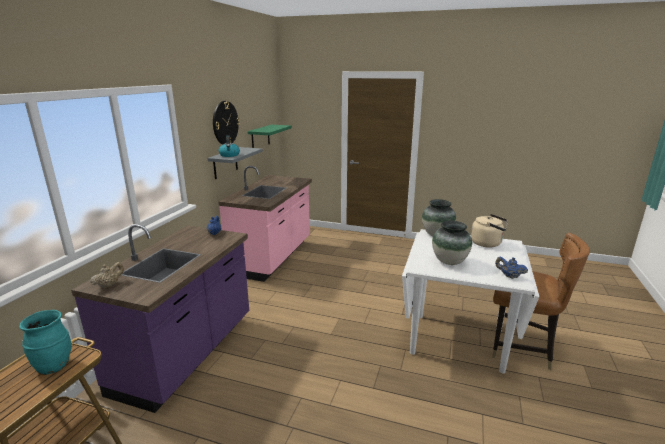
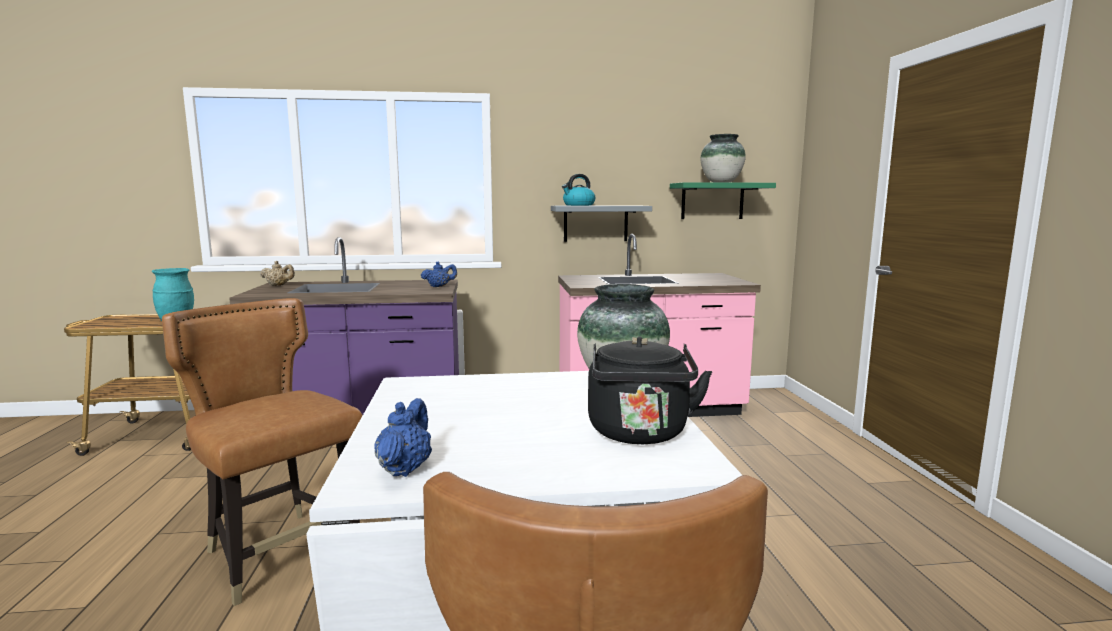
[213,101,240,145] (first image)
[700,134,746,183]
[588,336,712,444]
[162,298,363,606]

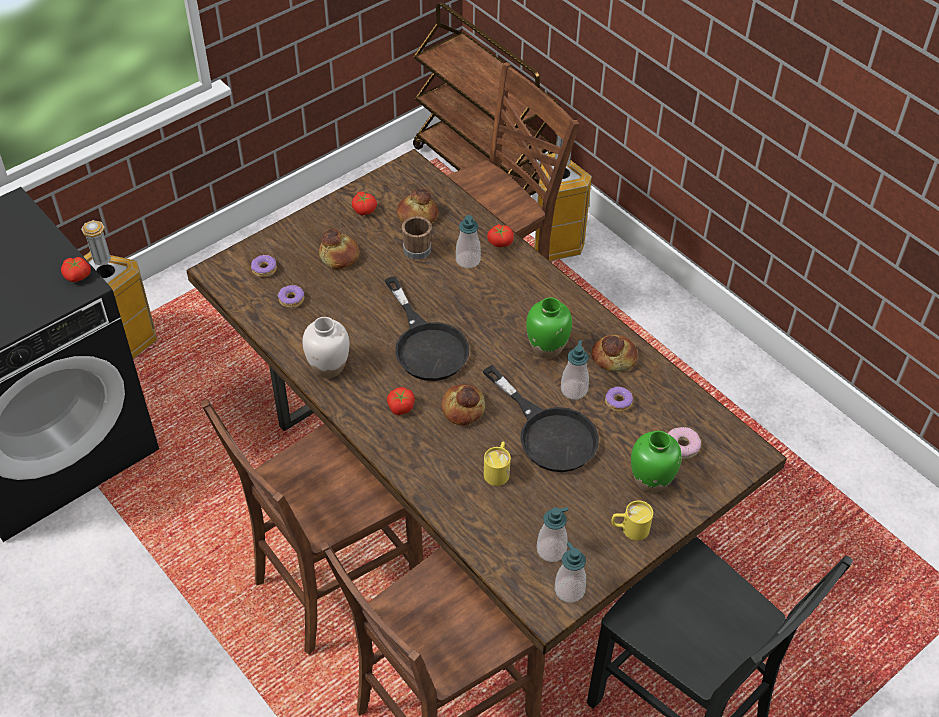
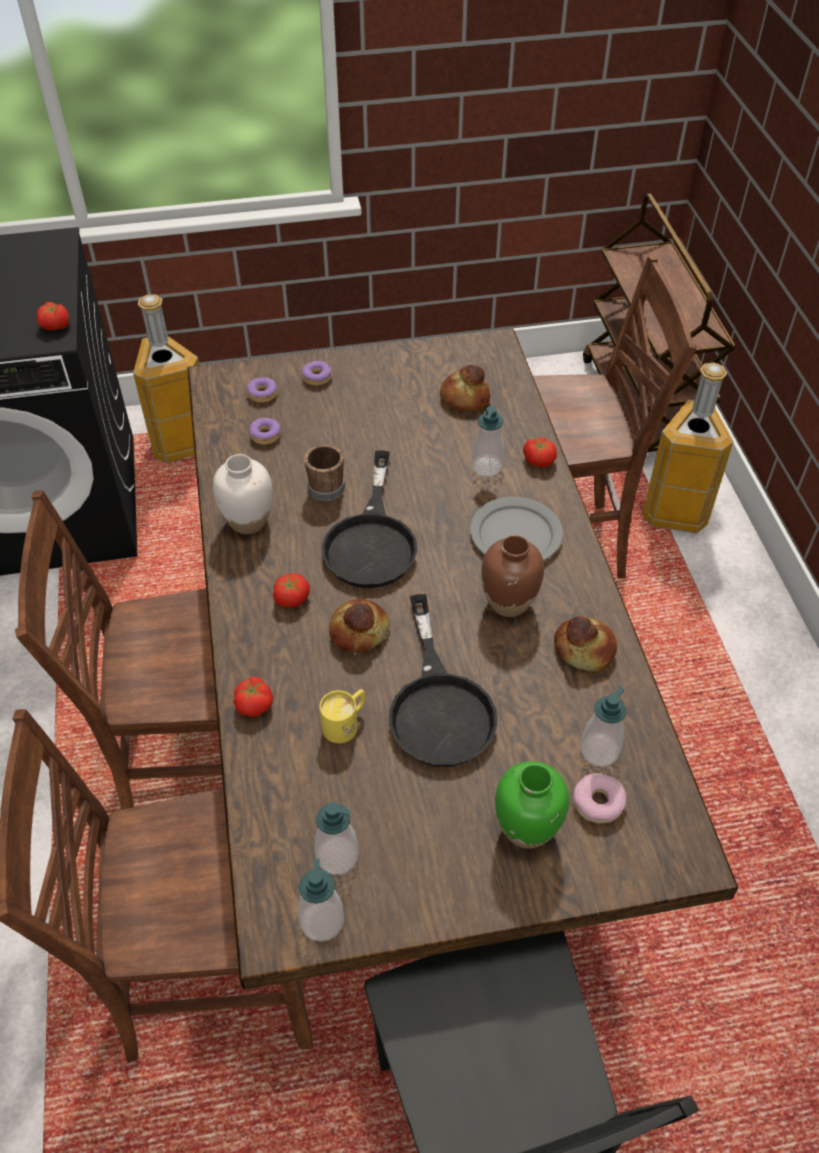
[319,229,359,269] (first image)
[233,677,273,717]
[304,444,345,501]
[481,535,544,617]
[580,687,626,766]
[302,361,332,386]
[611,501,653,540] (first image)
[470,497,563,560]

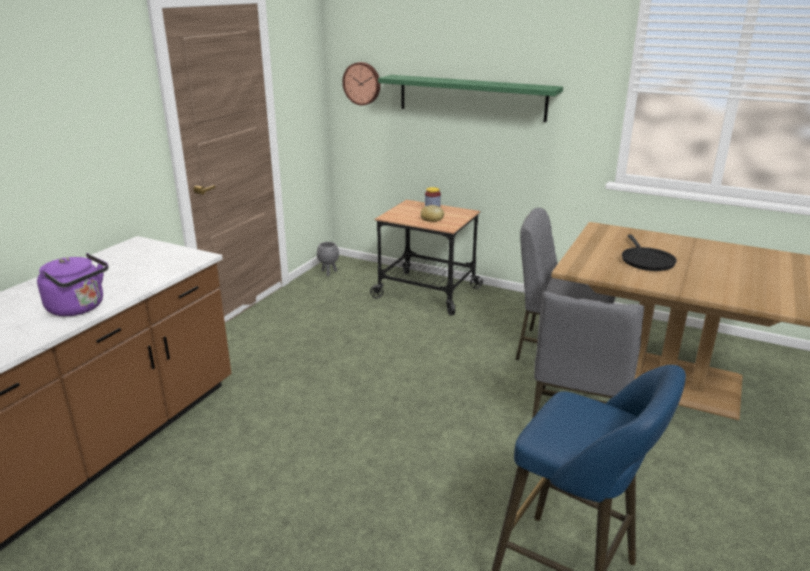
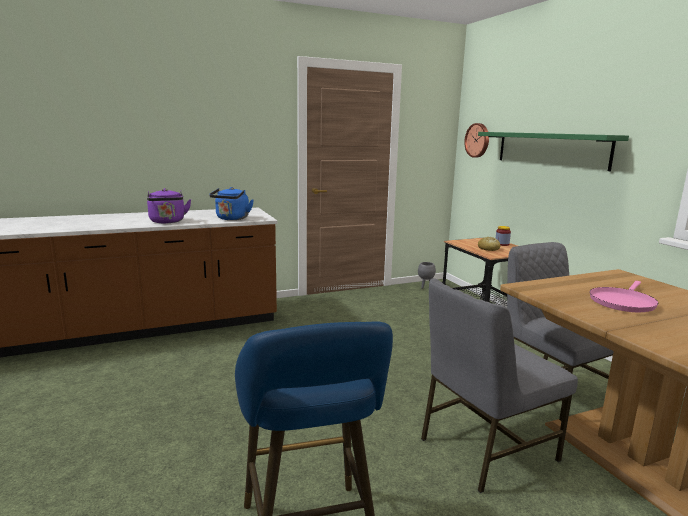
[590,281,659,312]
[209,187,254,220]

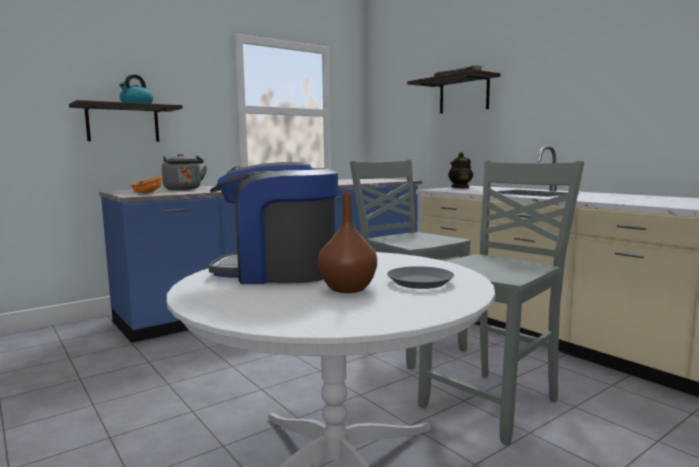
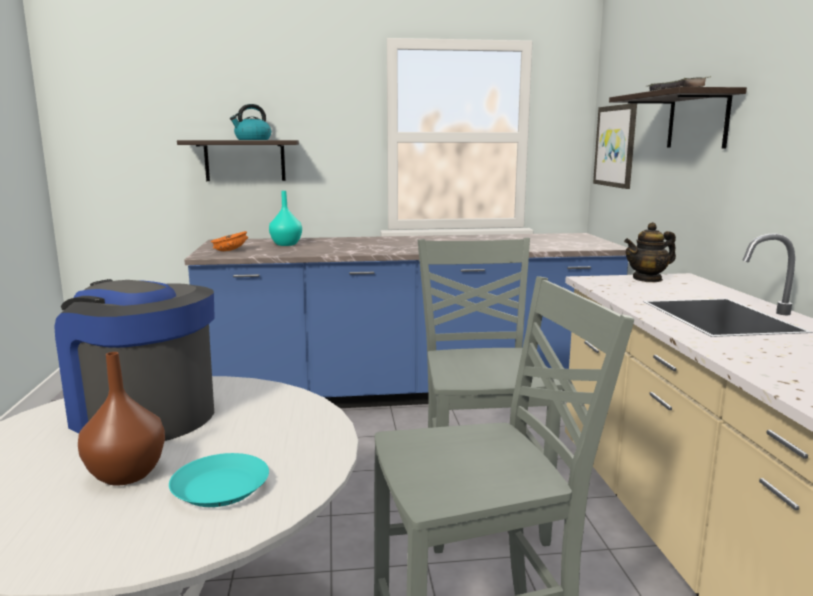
[269,191,302,246]
[169,453,269,507]
[593,103,637,189]

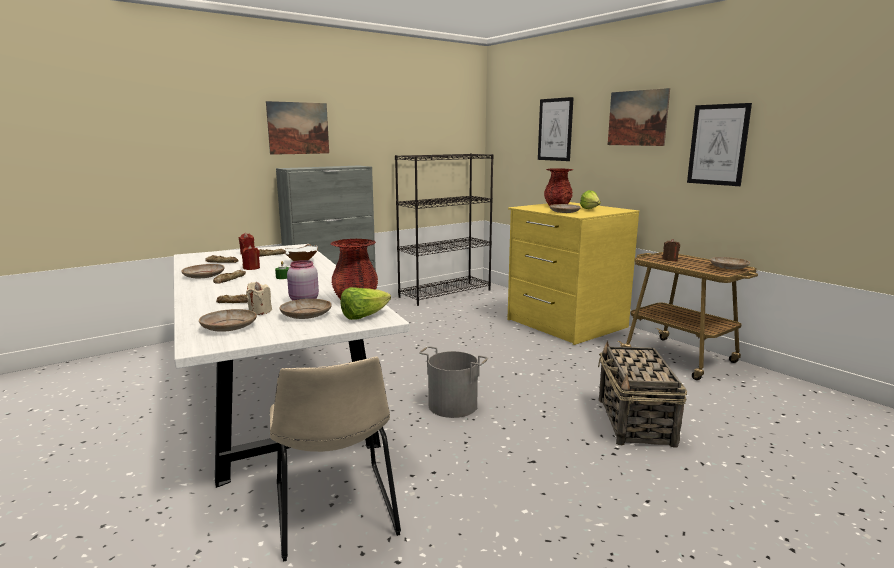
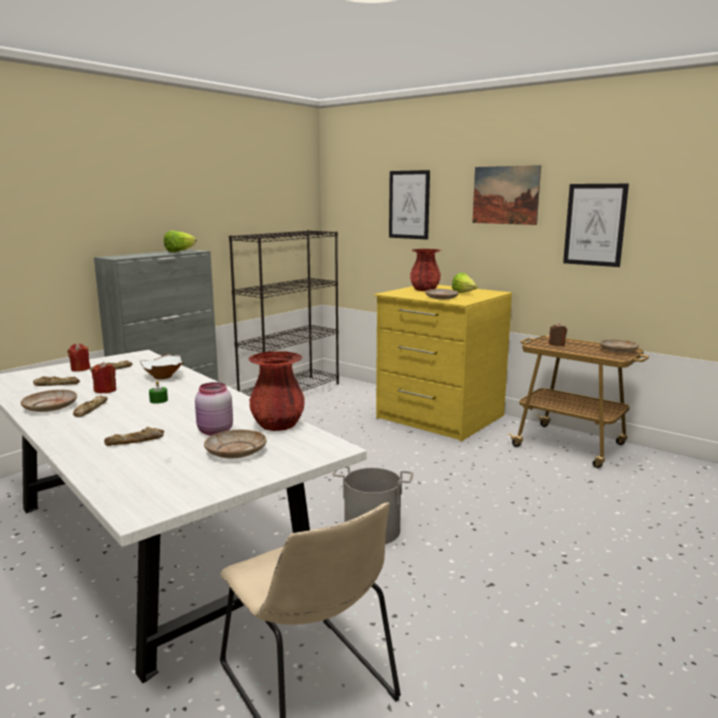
[199,309,257,332] (first image)
[246,282,272,315] (first image)
[266,101,329,155] (first image)
[164,230,197,252]
[598,340,687,448] (first image)

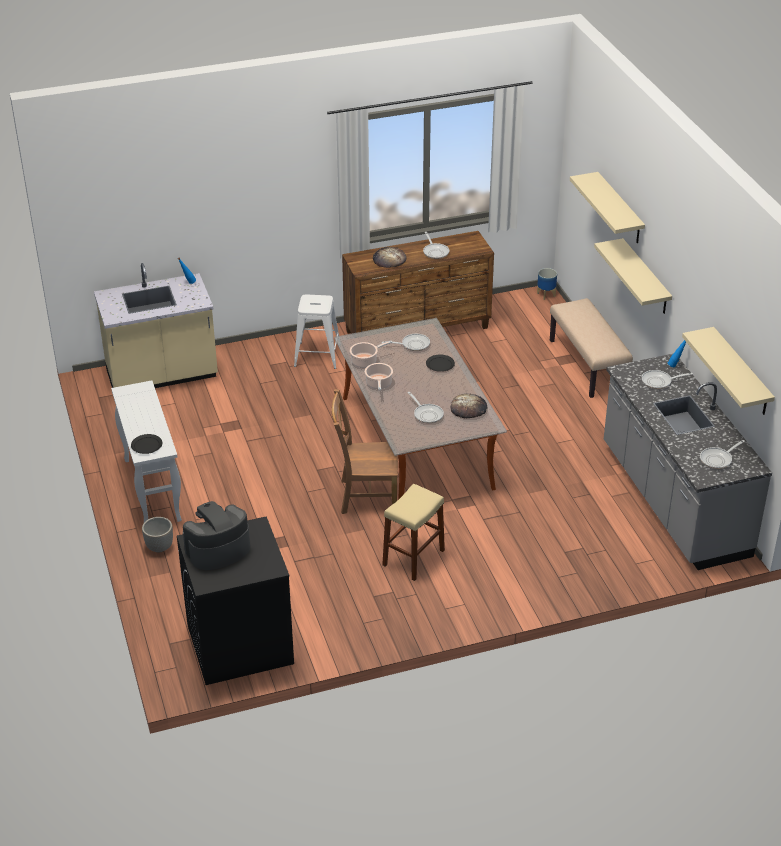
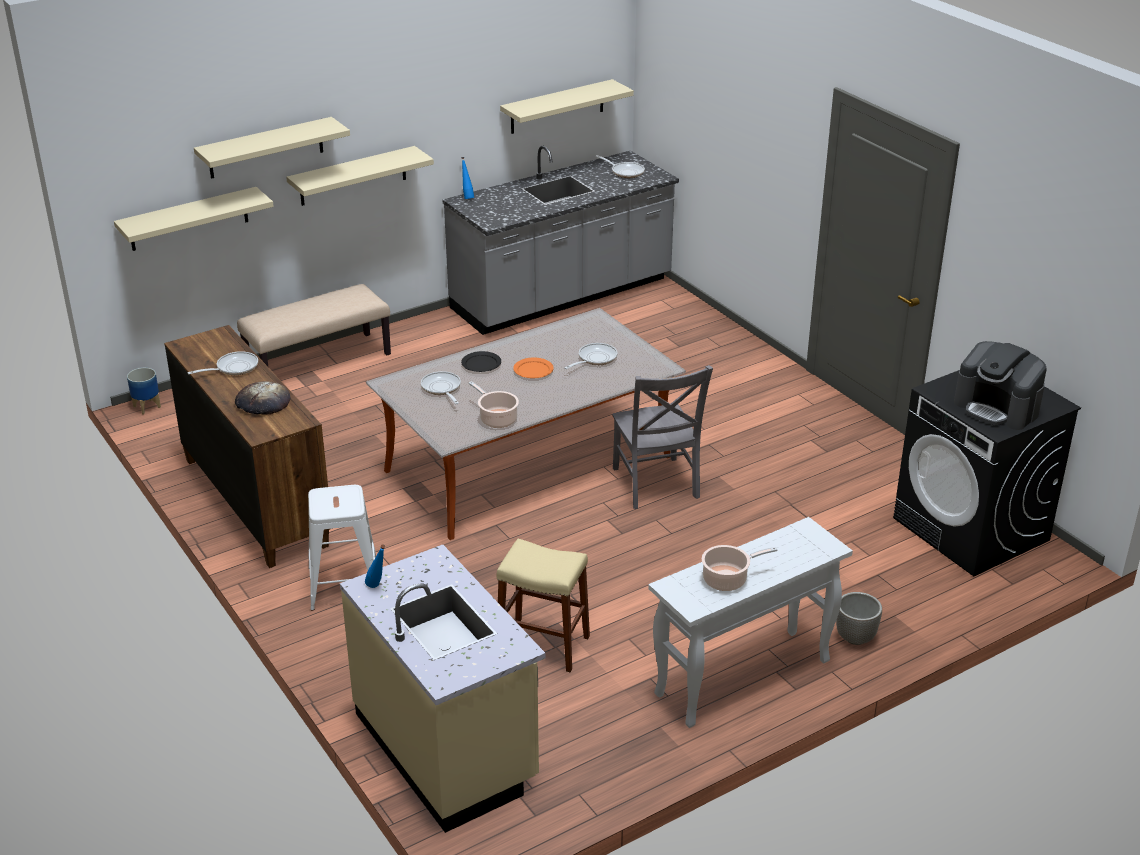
[131,434,162,454] (first image)
[612,365,713,509]
[702,545,777,591]
[497,539,590,672]
[451,394,487,418] (first image)
[642,370,693,389] (first image)
[114,187,274,251]
[513,358,554,378]

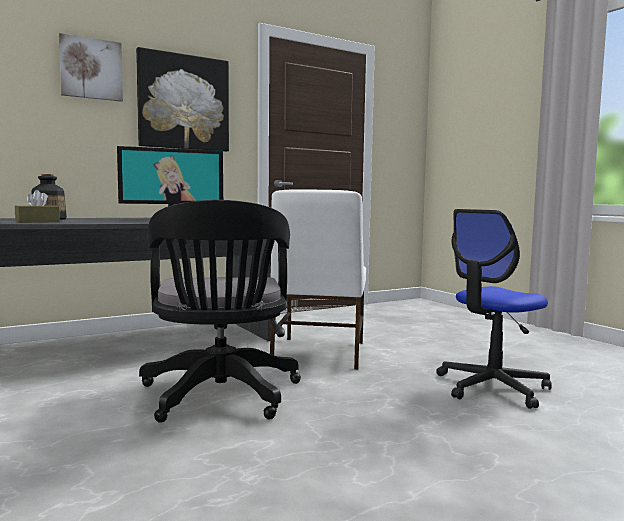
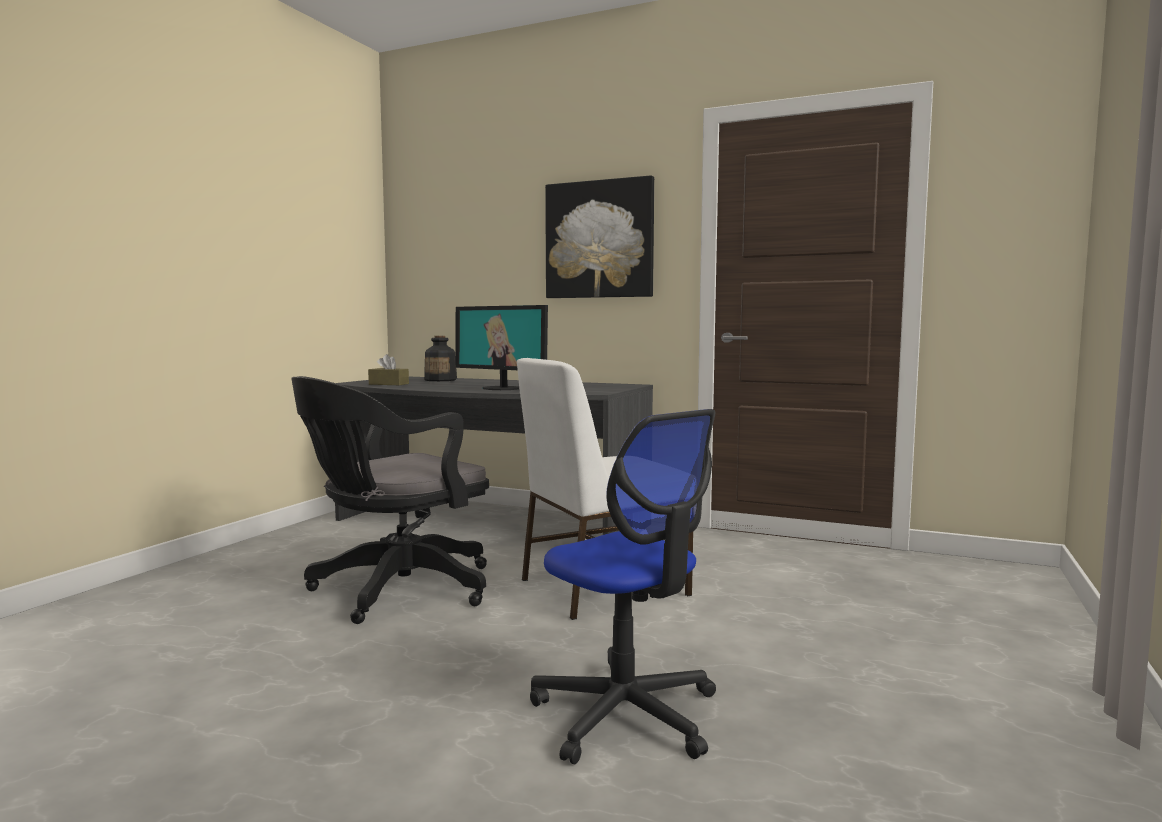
[59,33,123,102] (first image)
[530,409,716,764]

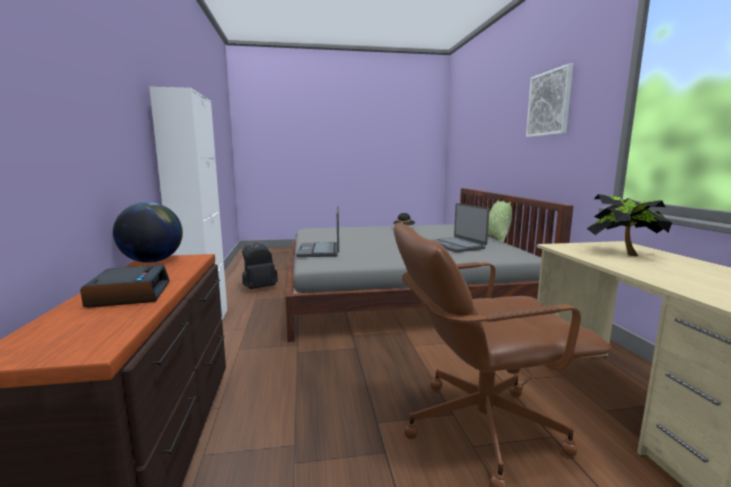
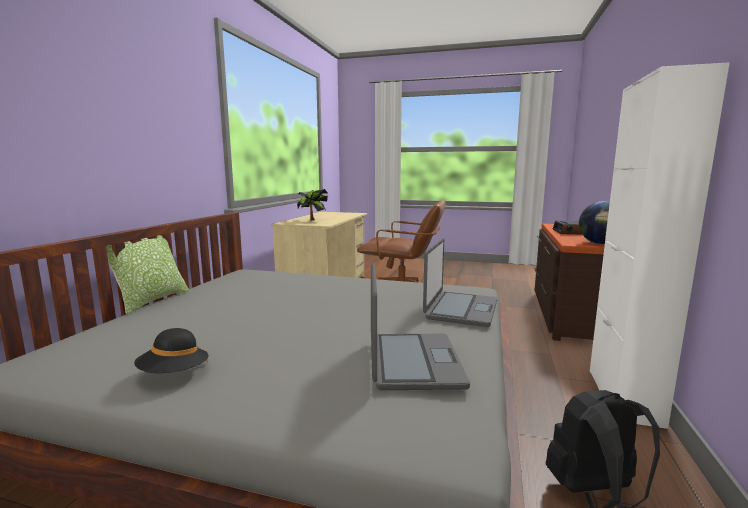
[371,263,470,390]
[526,63,573,137] (first image)

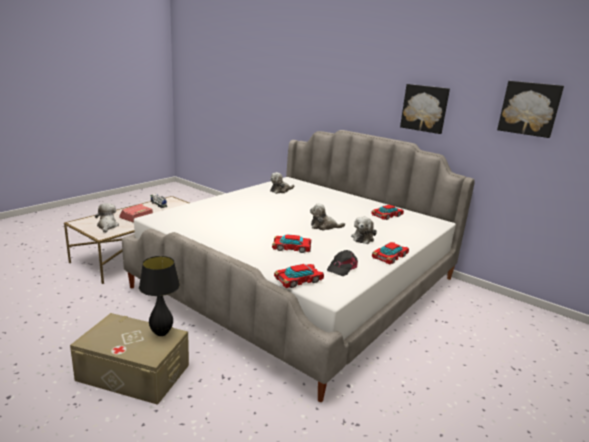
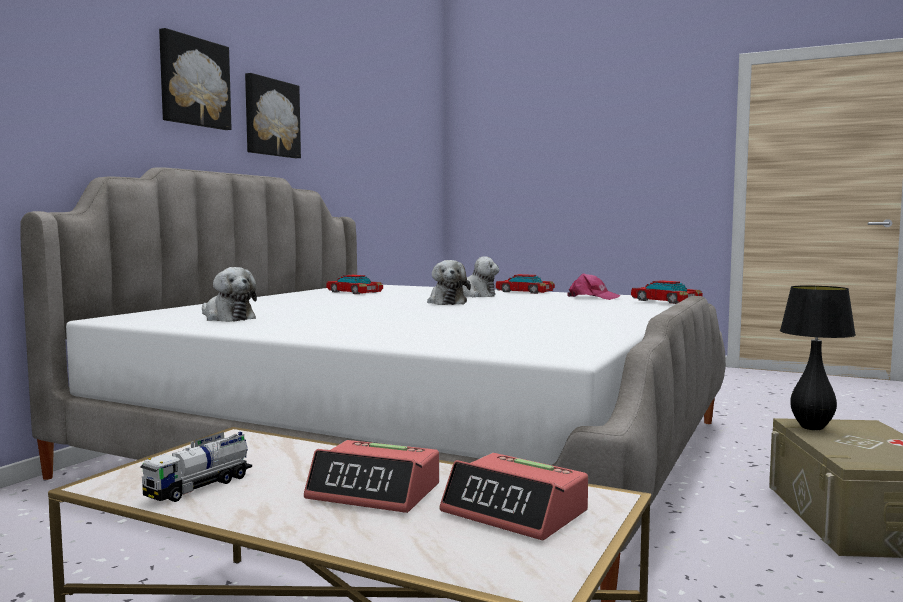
[440,453,588,540]
[272,234,311,253] (first image)
[567,273,621,300]
[159,28,232,130]

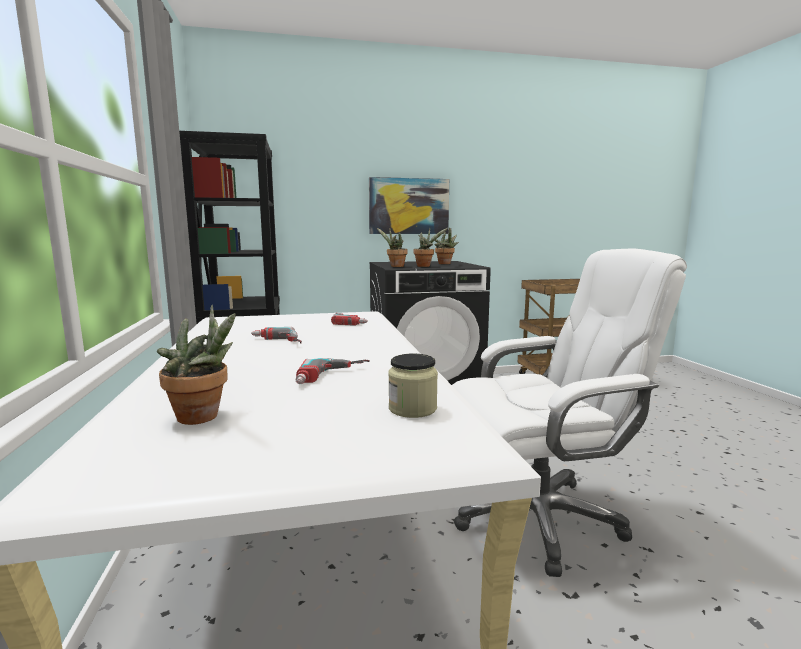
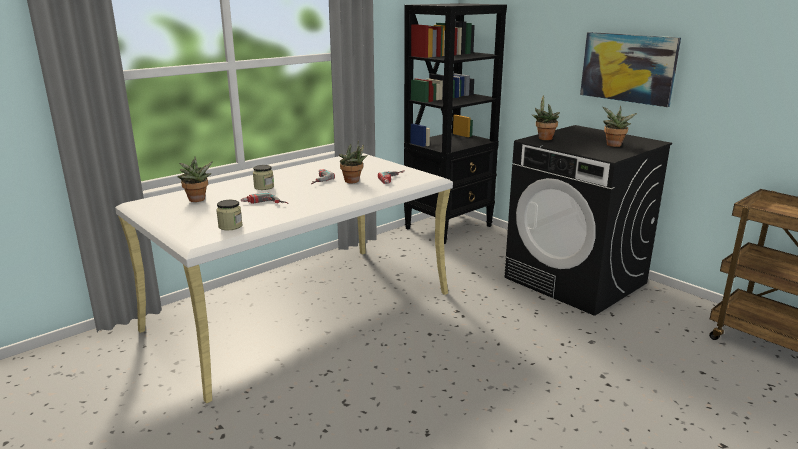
[339,141,368,183]
[452,249,687,577] (first image)
[253,165,274,190]

